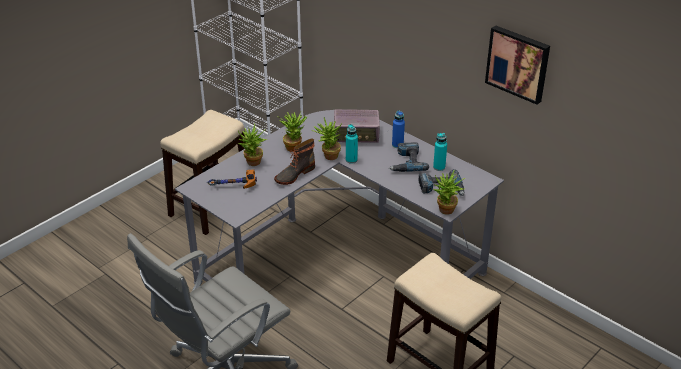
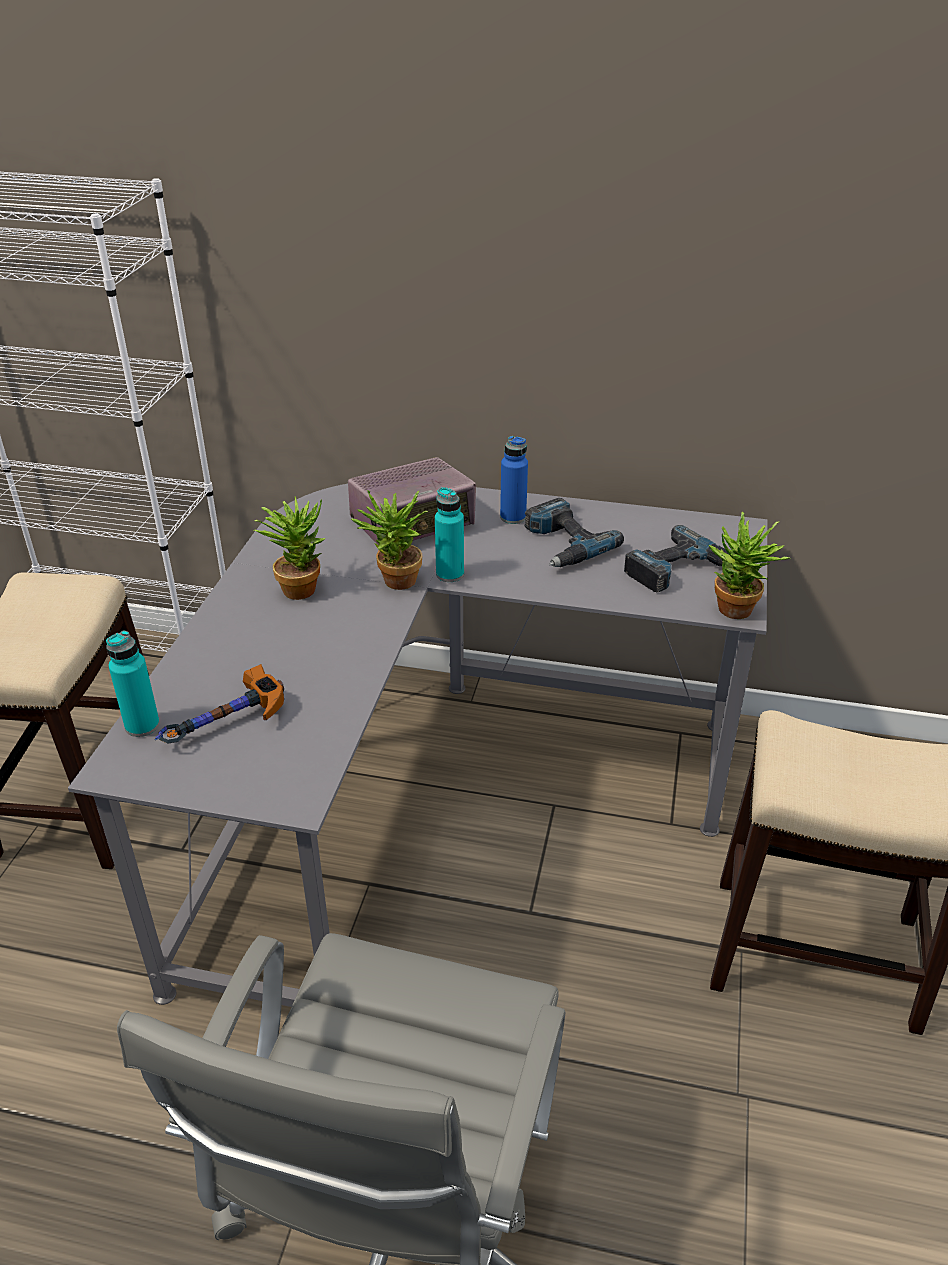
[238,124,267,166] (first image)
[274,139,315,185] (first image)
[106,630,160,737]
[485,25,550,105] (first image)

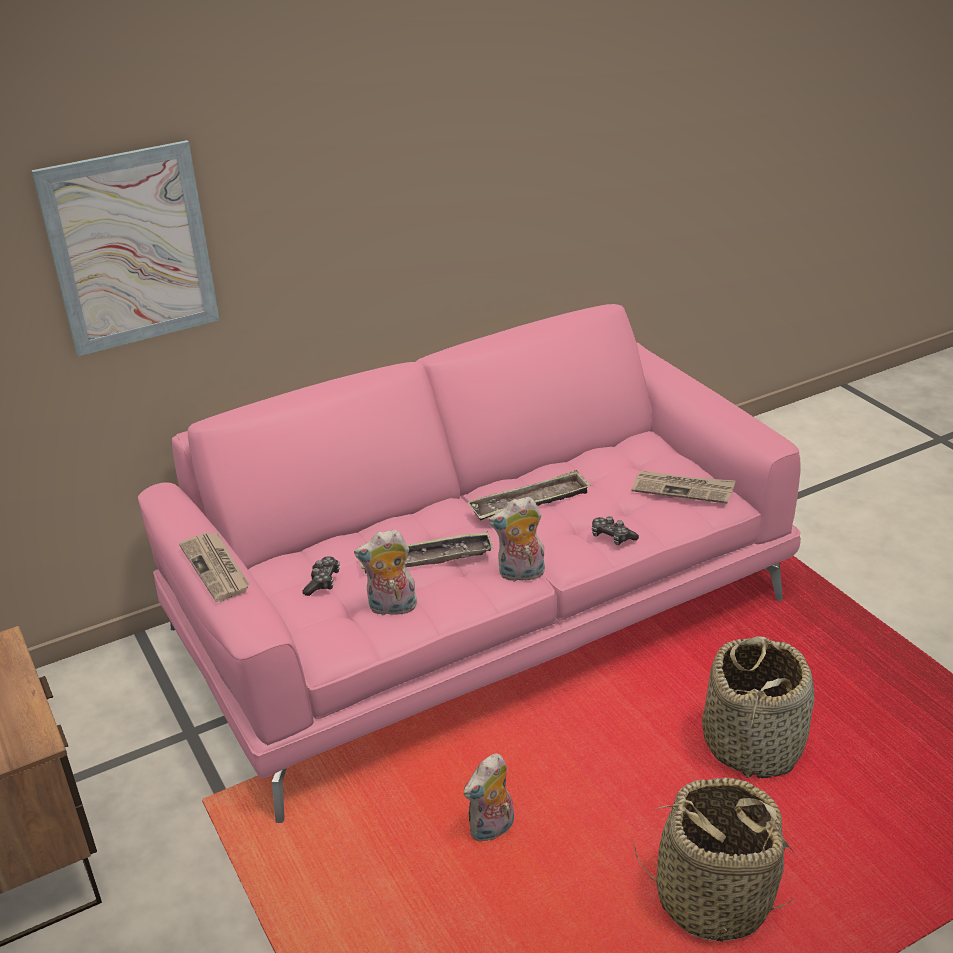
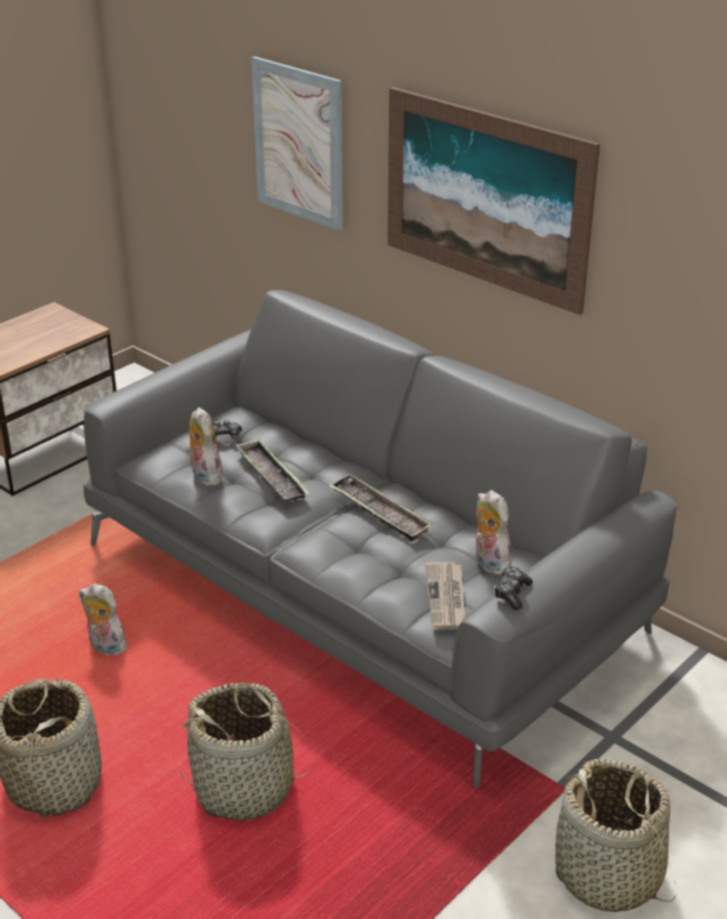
[83,290,678,788]
[179,532,250,602] (first image)
[475,490,512,575]
[494,567,533,610]
[388,87,600,315]
[555,759,676,912]

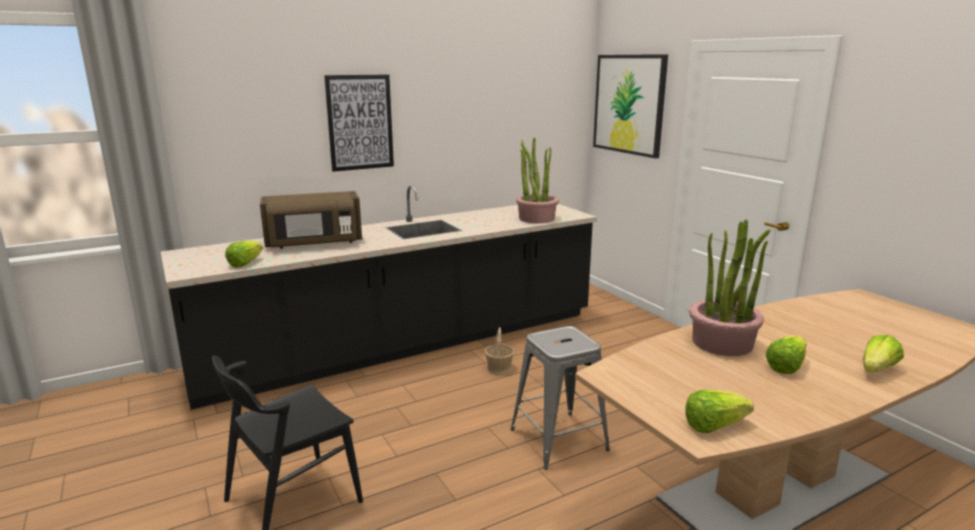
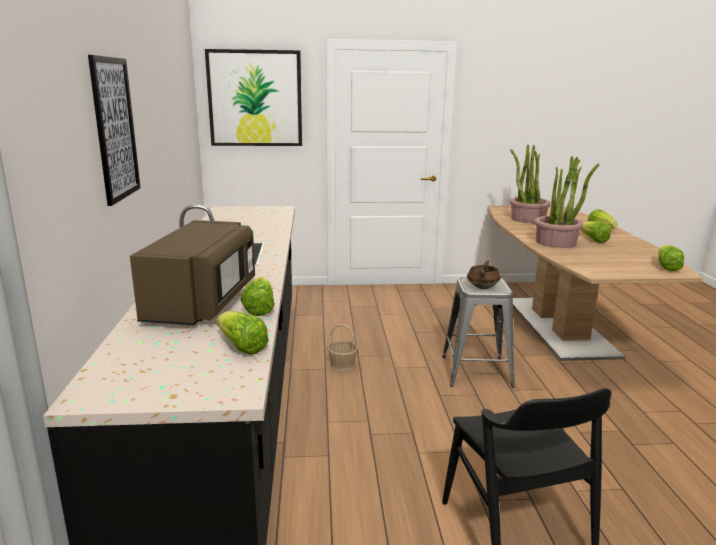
[510,145,551,223]
[241,277,275,316]
[467,260,501,289]

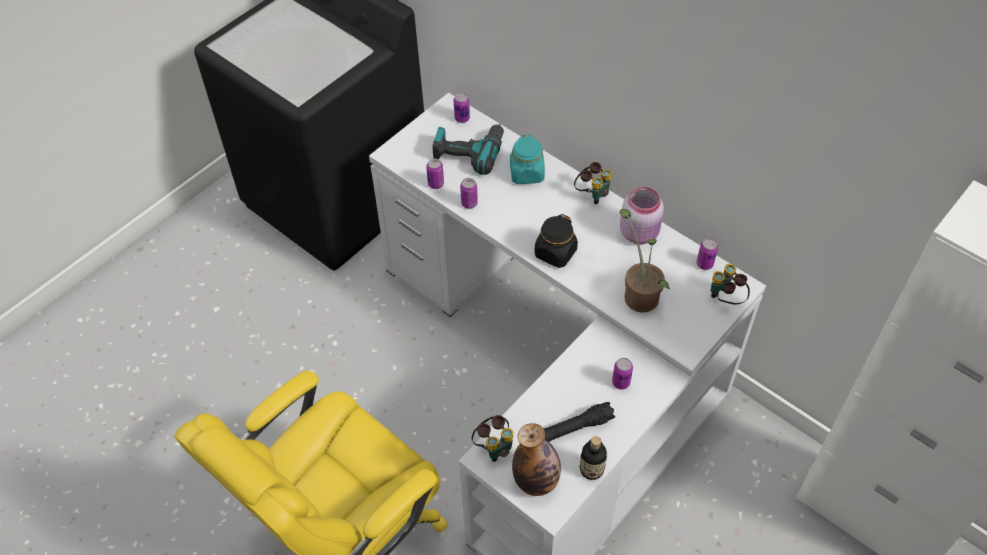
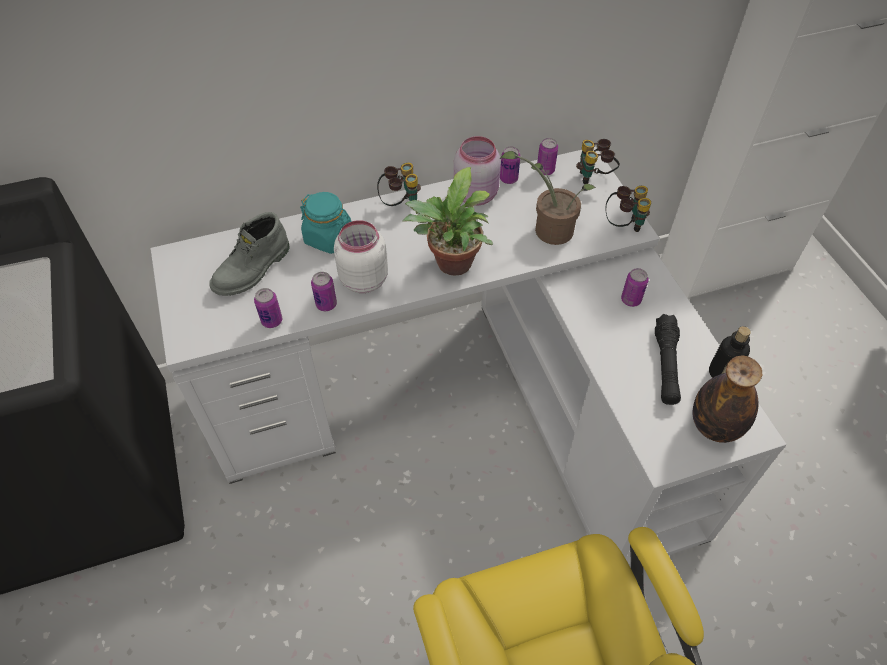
[209,212,289,296]
[500,147,521,184]
[605,186,651,232]
[402,167,493,276]
[334,220,388,293]

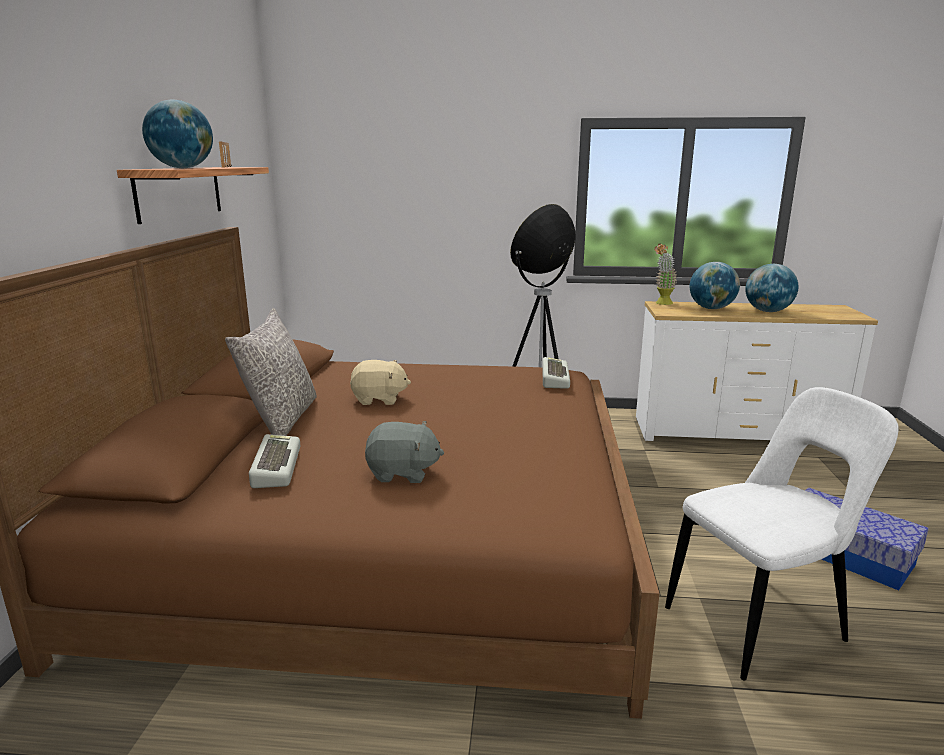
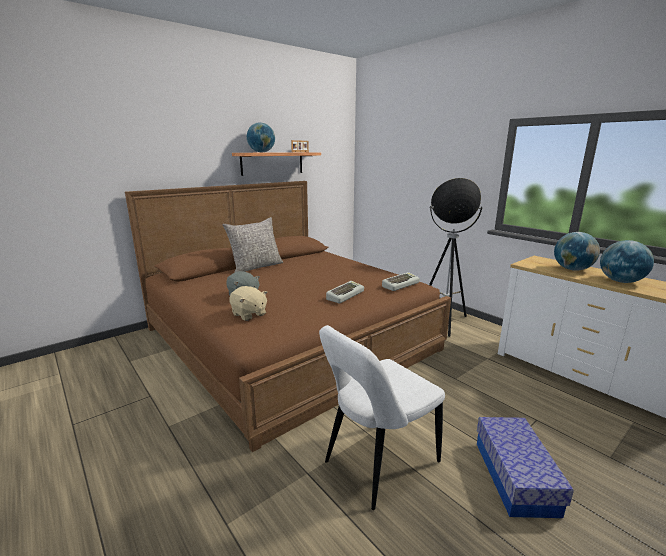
[326,281,364,303]
[229,286,268,321]
[654,244,678,305] (first image)
[319,325,445,510]

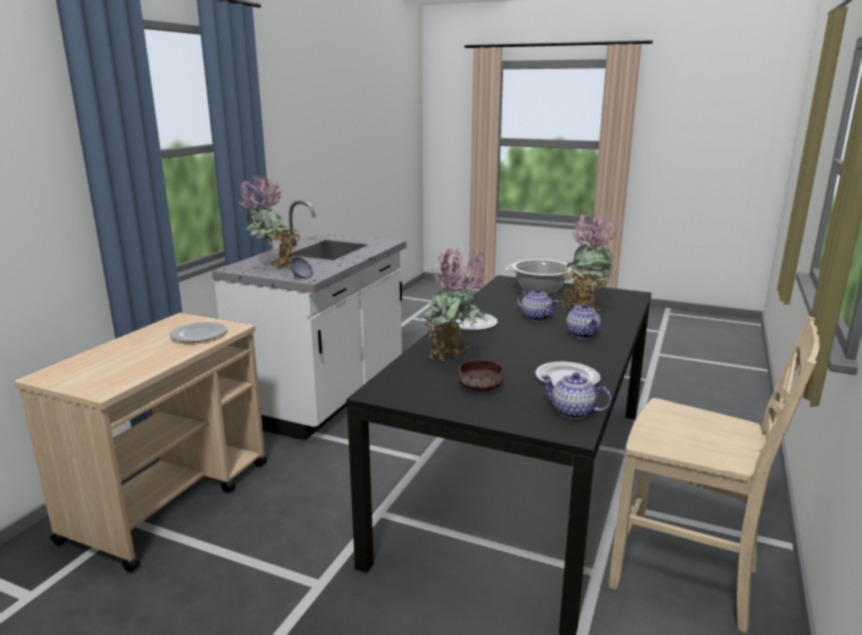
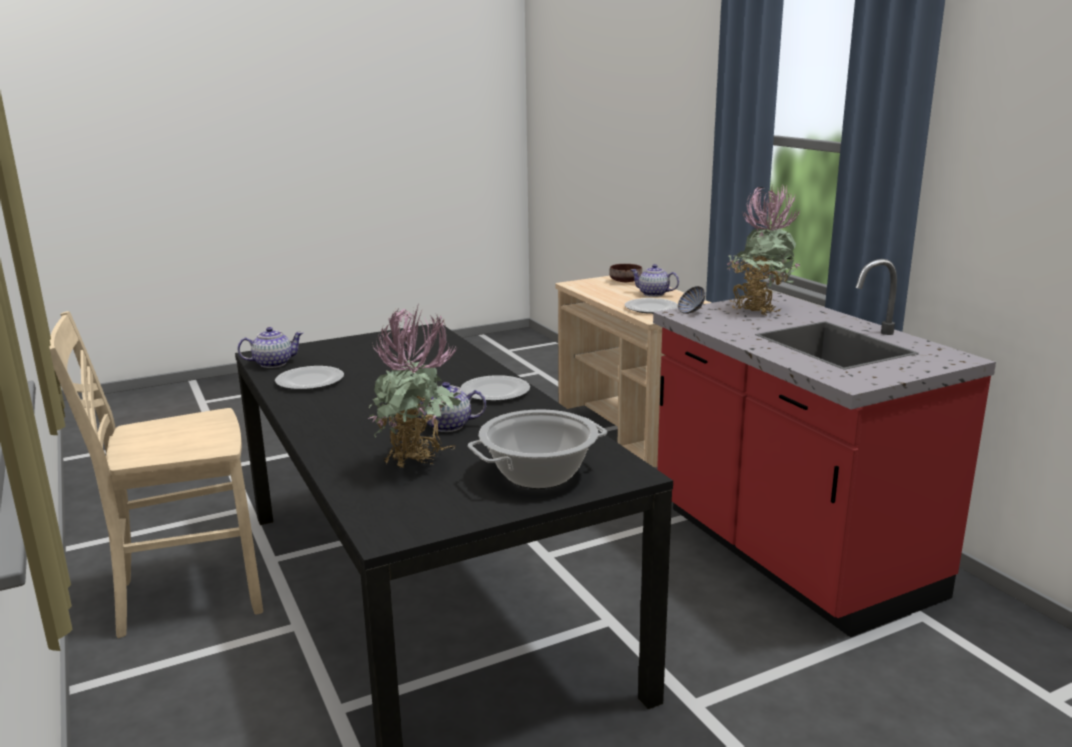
[653,259,996,637]
[421,247,488,361] (first image)
[609,264,642,282]
[631,264,679,297]

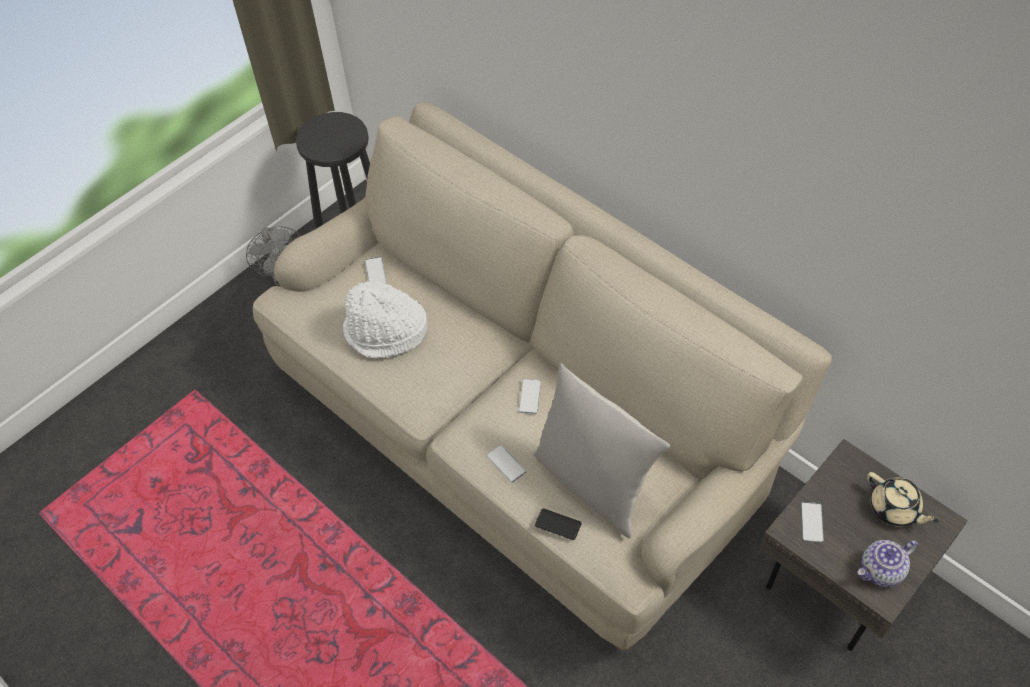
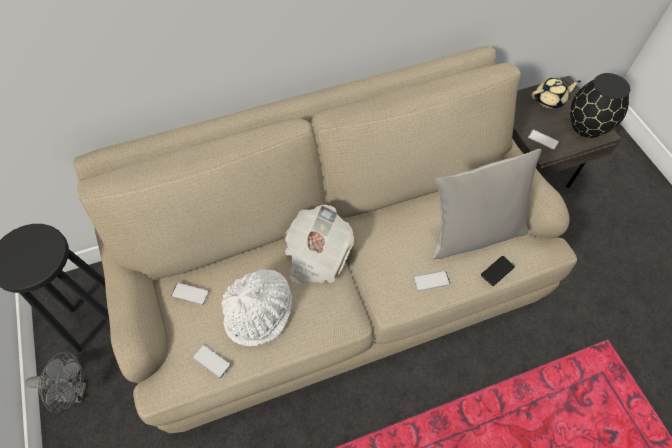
[192,345,231,378]
[570,73,630,138]
[285,205,354,284]

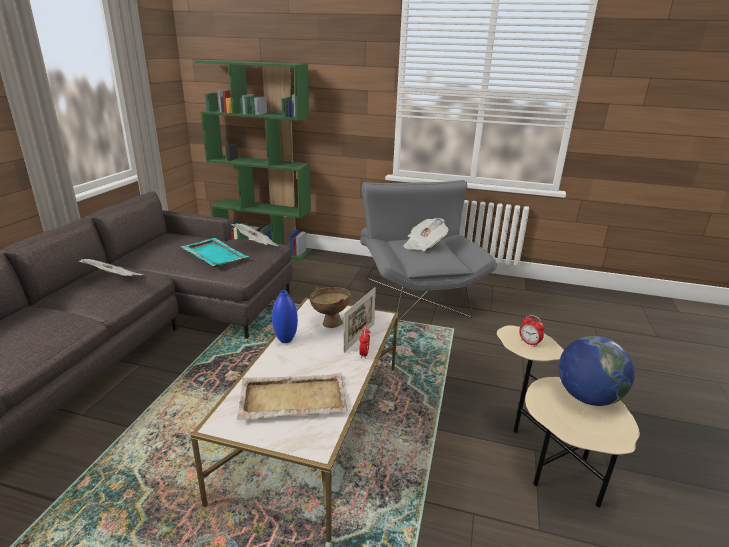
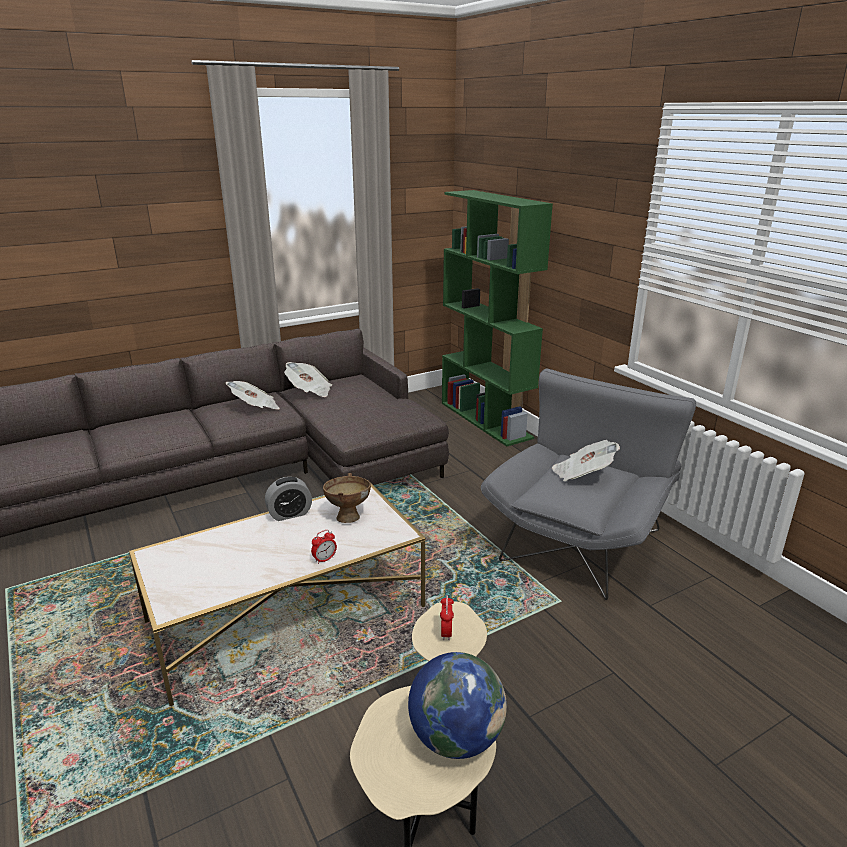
[180,238,249,267] (first image)
[284,362,332,397]
[237,373,348,420] (first image)
[265,477,312,521]
[344,287,376,353] (first image)

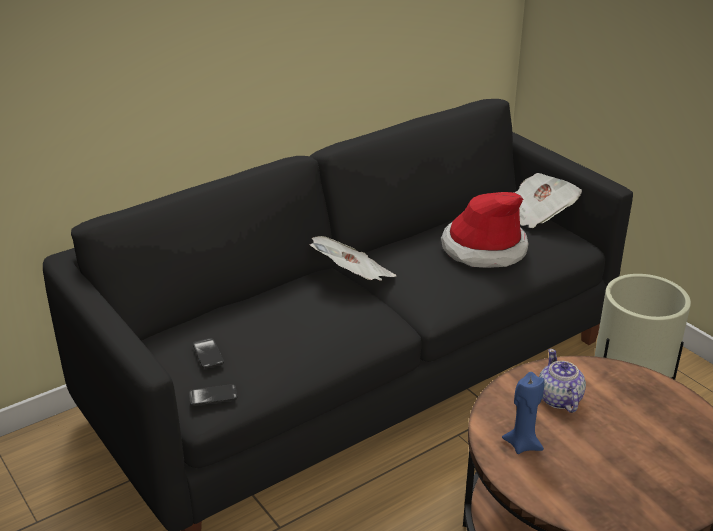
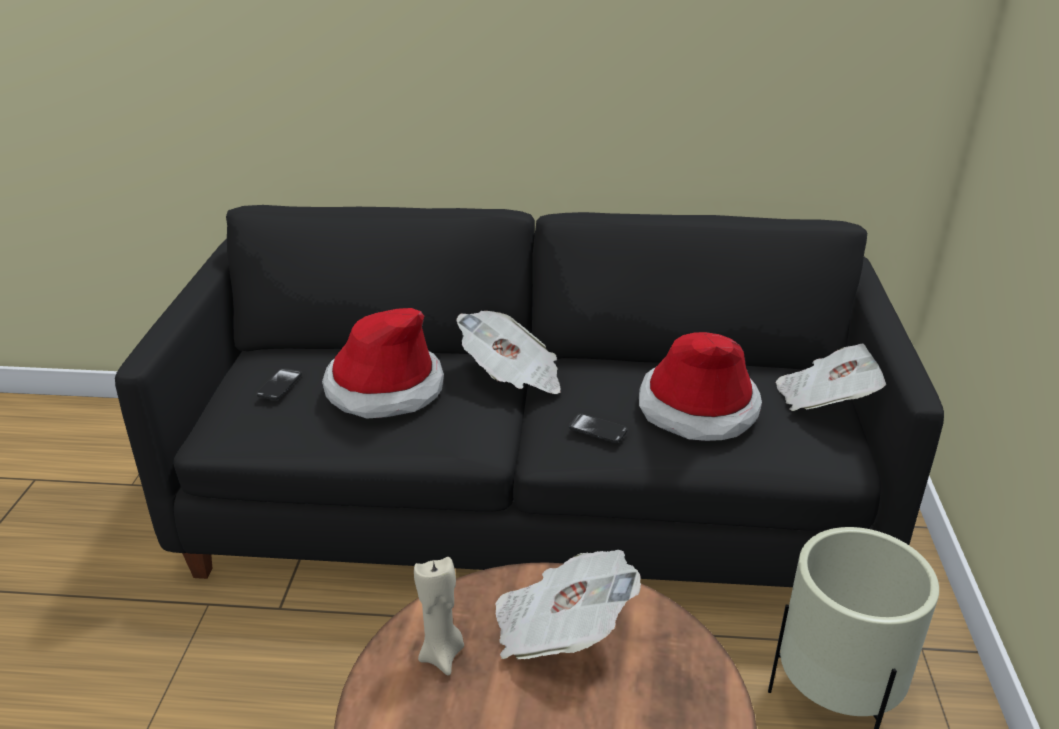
[569,414,627,443]
[414,557,464,676]
[495,550,641,659]
[322,308,444,419]

